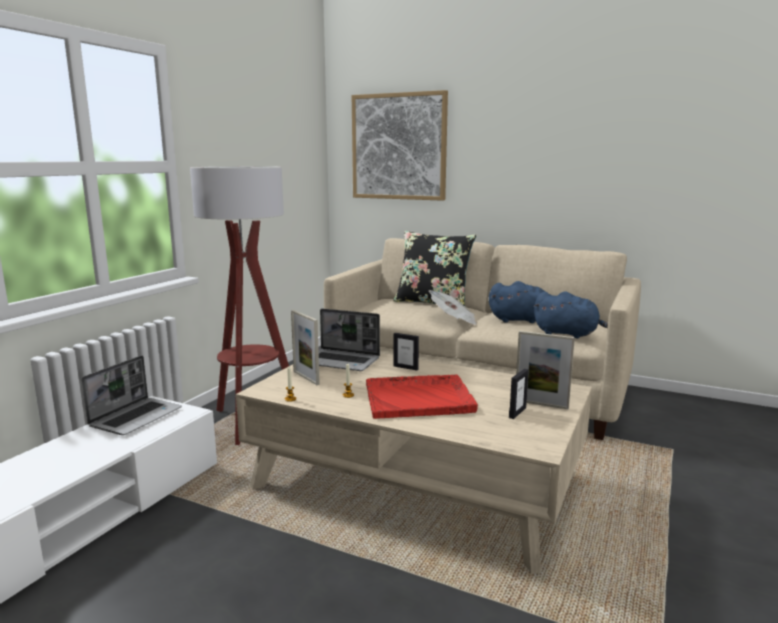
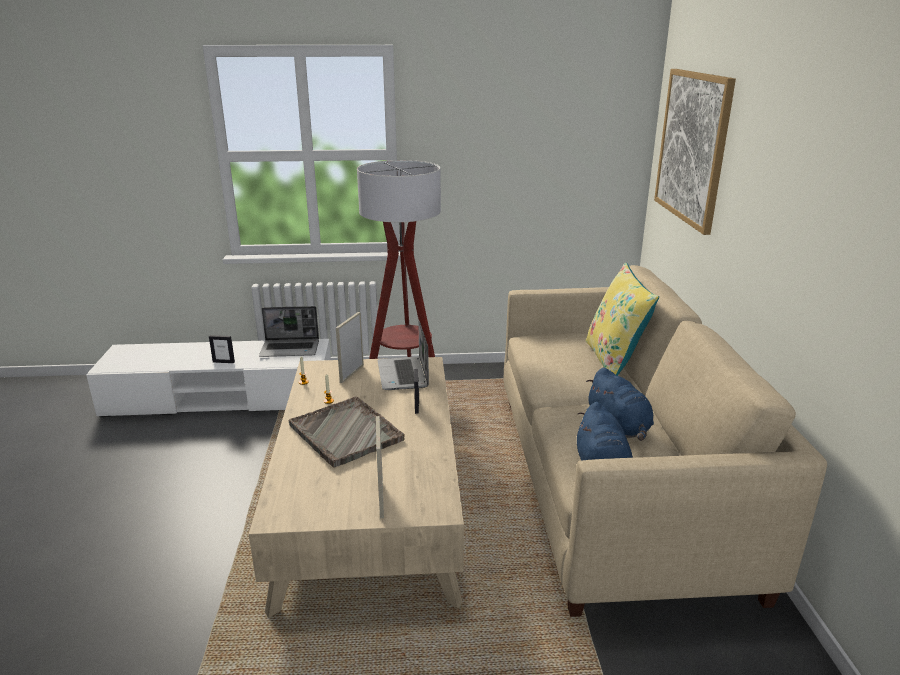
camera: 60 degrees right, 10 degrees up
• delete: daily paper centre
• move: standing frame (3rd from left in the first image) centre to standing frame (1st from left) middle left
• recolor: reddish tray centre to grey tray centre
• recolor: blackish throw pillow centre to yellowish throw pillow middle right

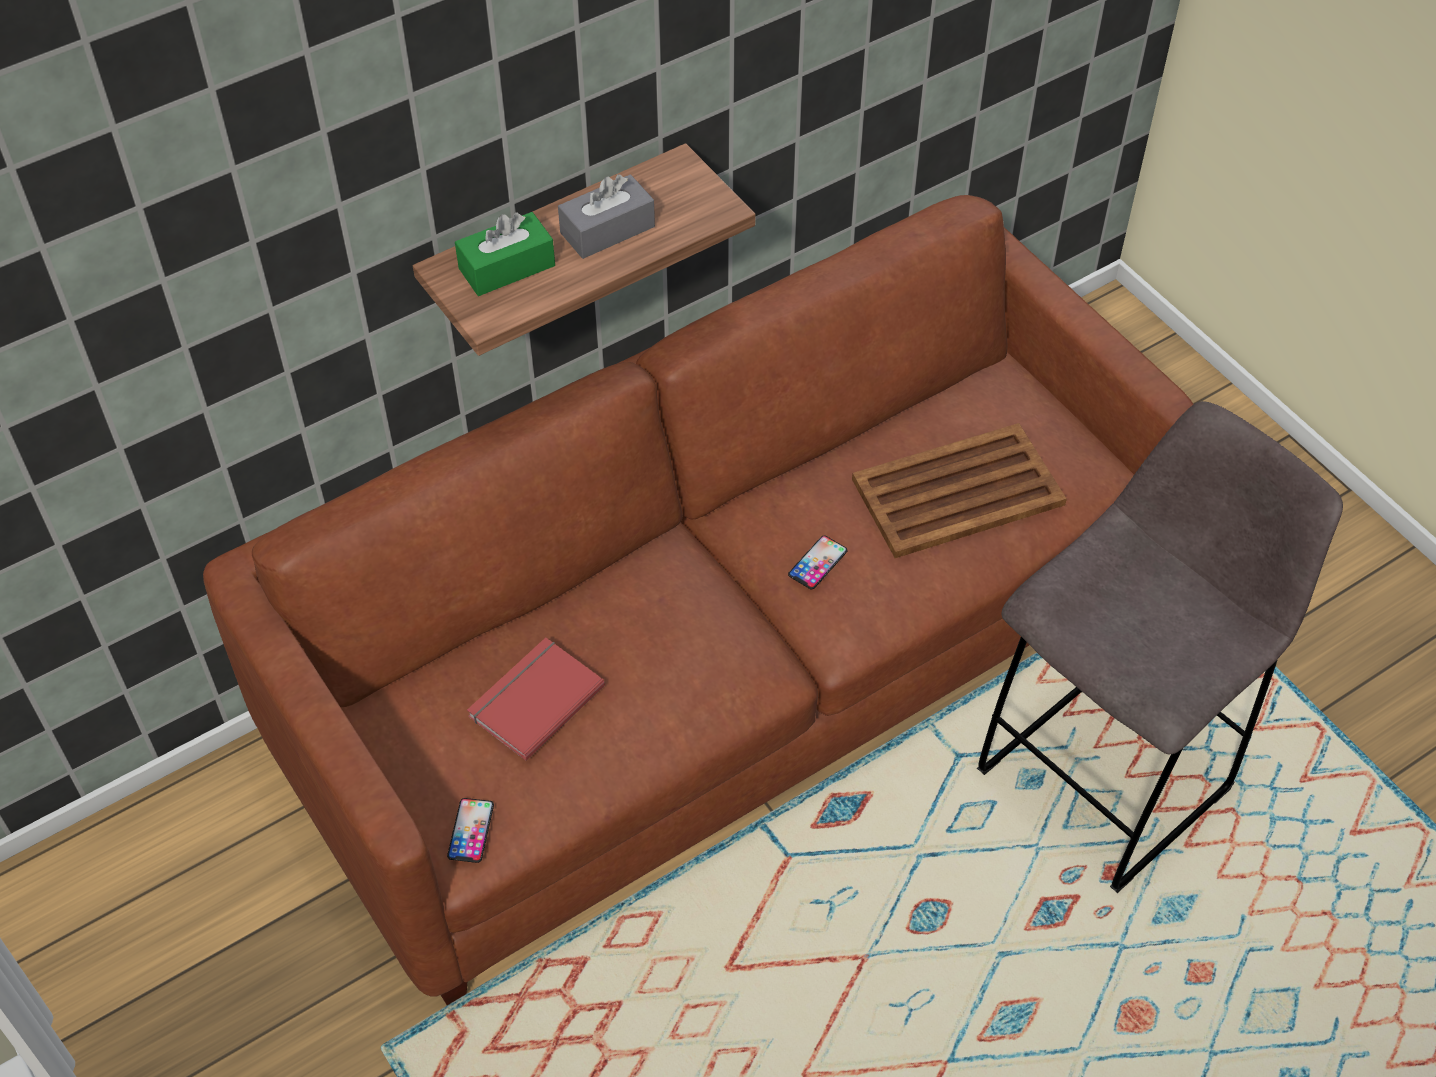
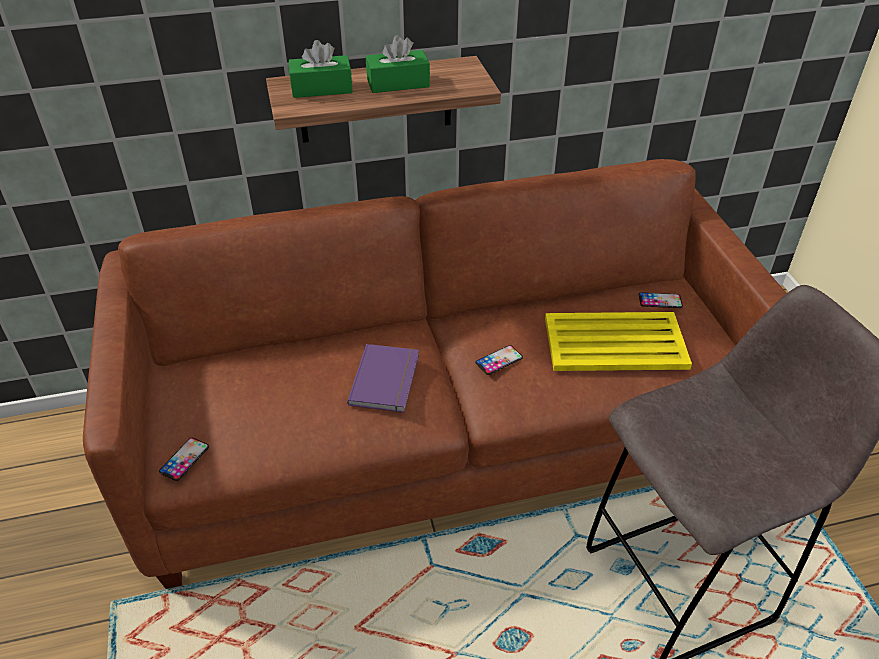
camera: 20 degrees right, 10 degrees down
• delete: reddish bound book centre
• insert: purple-coloured bound book centre
• insert: handset (3rd from left) middle right
• recolor: grey tissue holder top centre to greenish tissue holder (2nd from left) top centre
• recolor: brown tray middle right to yellowish tray middle right

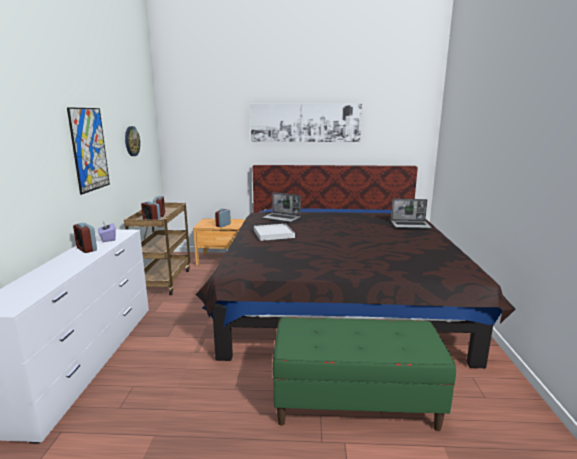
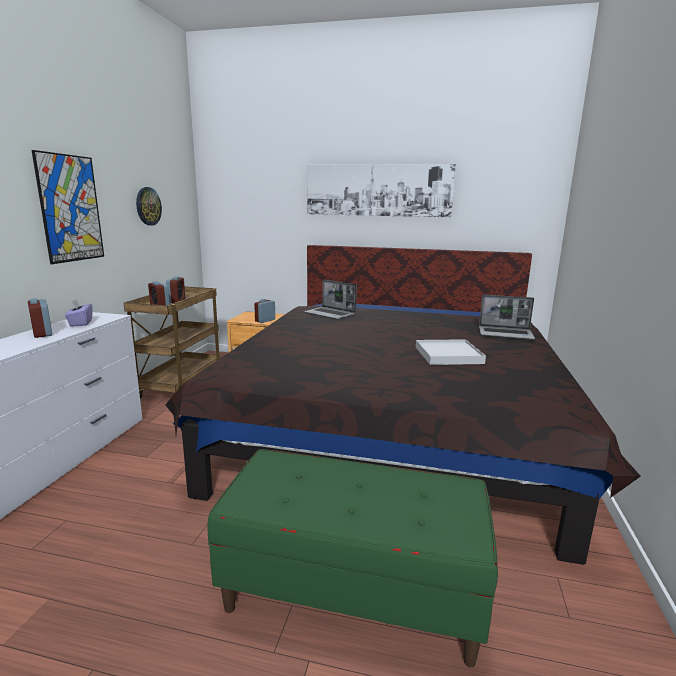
camera: 10 degrees right, 0 degrees up
• move: whitish tray centre to middle right

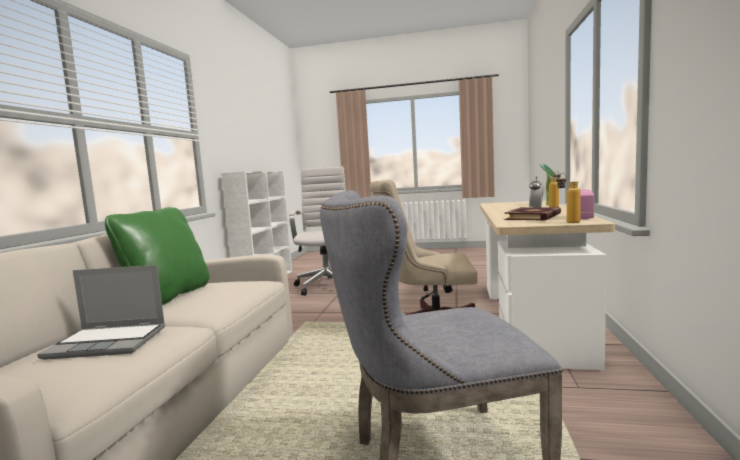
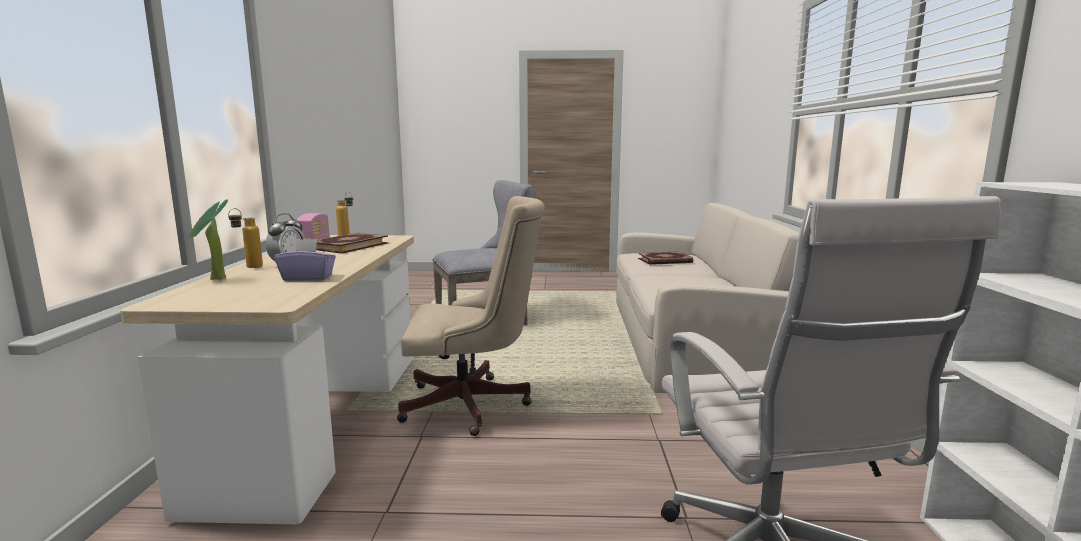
camera: 170 degrees right, 5 degrees up
• delete: greenish throw pillow middle left
• insert: purple-coloured tissue holder middle left
• replace: notebook computer bottom left to bound book (2nd from left) centre

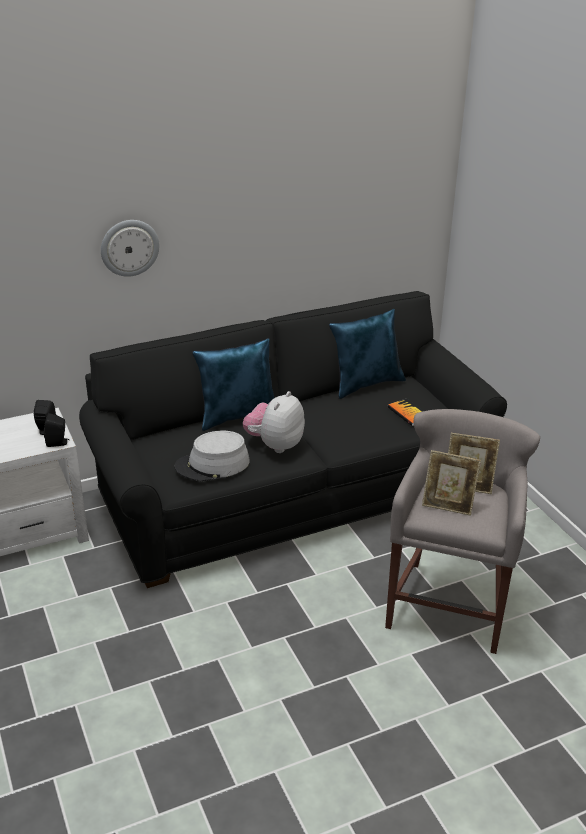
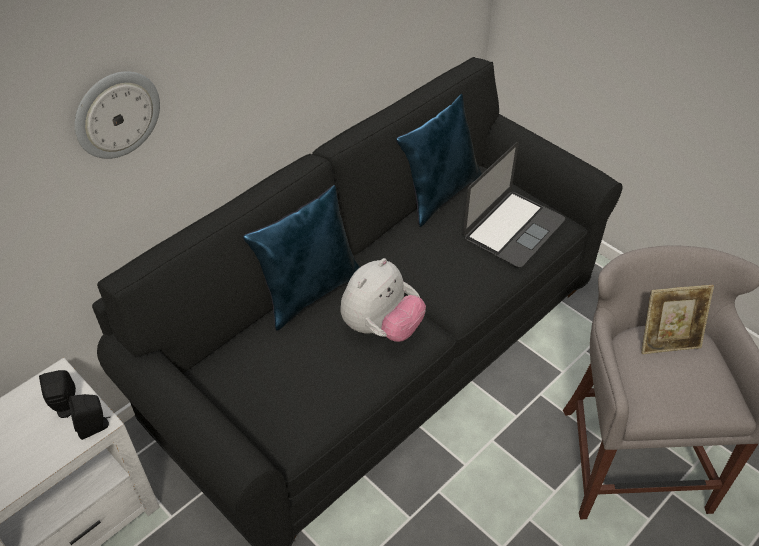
camera: 20 degrees left, 15 degrees up
• delete: grey wearable hat centre
• delete: standing frame (1st from left) middle right
• replace: bound book middle right to notebook computer middle right
• rotate: plush toy centre = centre 150 degrees counterclockwise

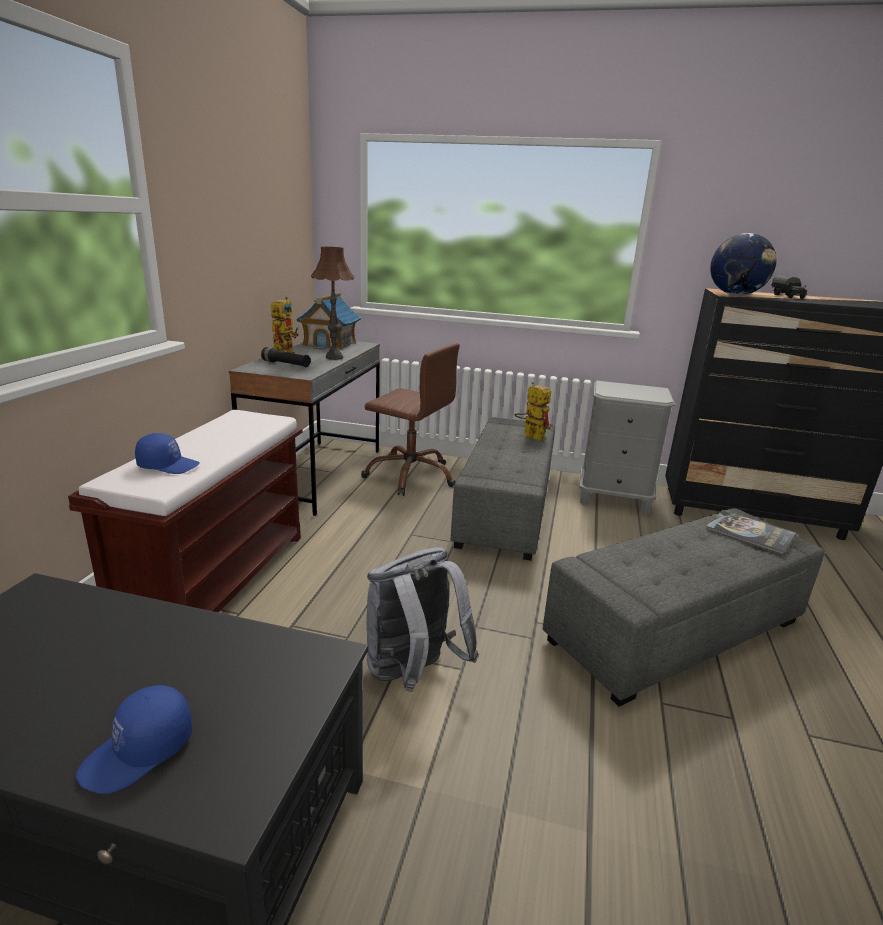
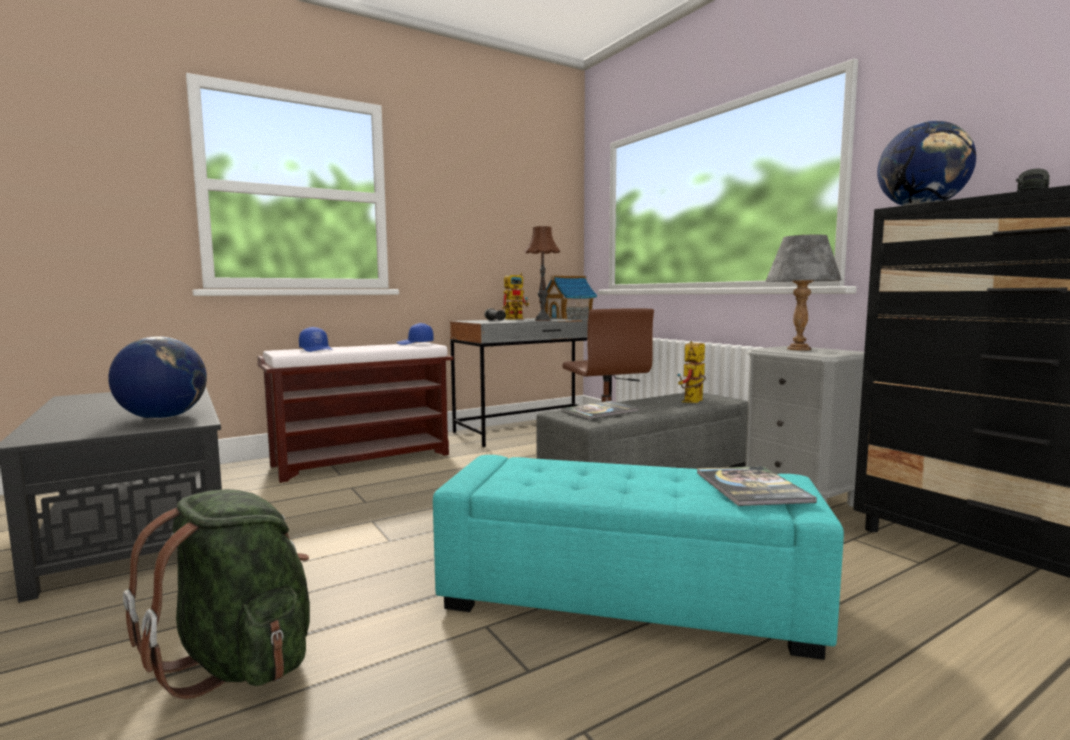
camera: 45 degrees right, 15 degrees down
• delete: grey knapsack bottom centre
• insert: desk globe (1st from left) middle left
• insert: greenish knapsack bottom left
• insert: bound book (1st from left) centre
• insert: grey lamp for a table middle right
• move: blue-coloured baseball cap (1st from left in the first image) bottom left to blue-coloured baseball cap (2nd from left) centre
• recolor: grey ottoman (2nd from left) middle right to blue-green ottoman bottom centre
• rotate: toy robot (2nd from left) centre = centre 150 degrees counterclockwise

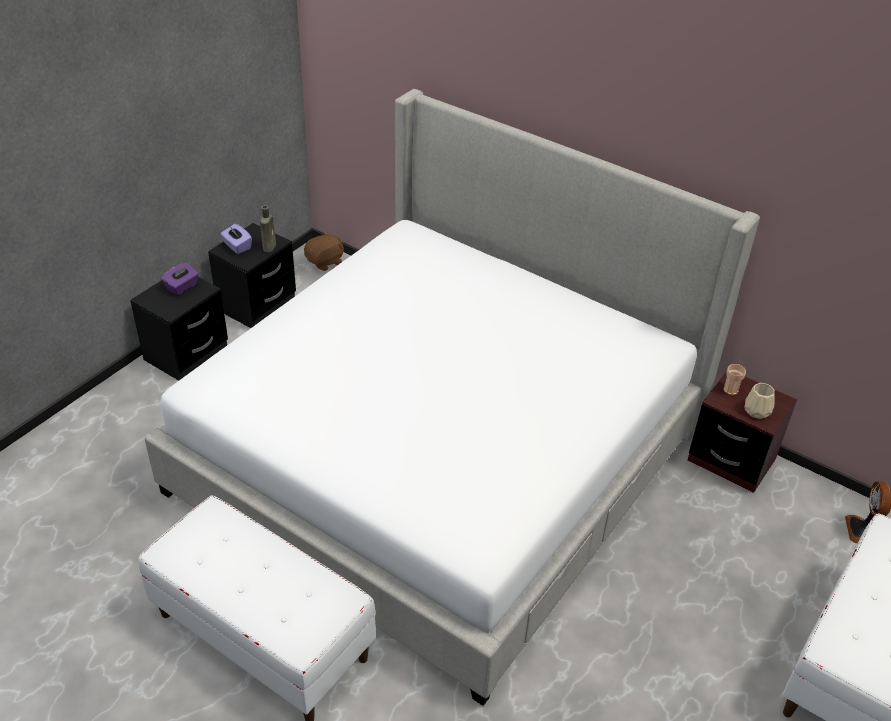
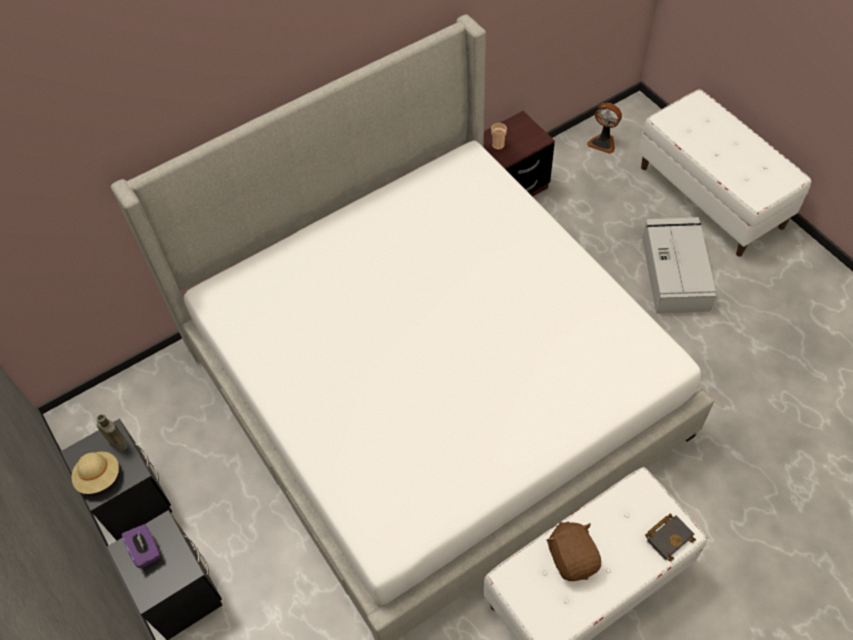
camera: 65 degrees left, 15 degrees up
• delete: beige flower vase middle right
• insert: grey storage container middle right
• insert: blackish bound book bottom right
• move: brown plush toy centre to bottom right
• replace: purple-coloured tissue holder (2nd from left) top left to beige wearable hat bottom left

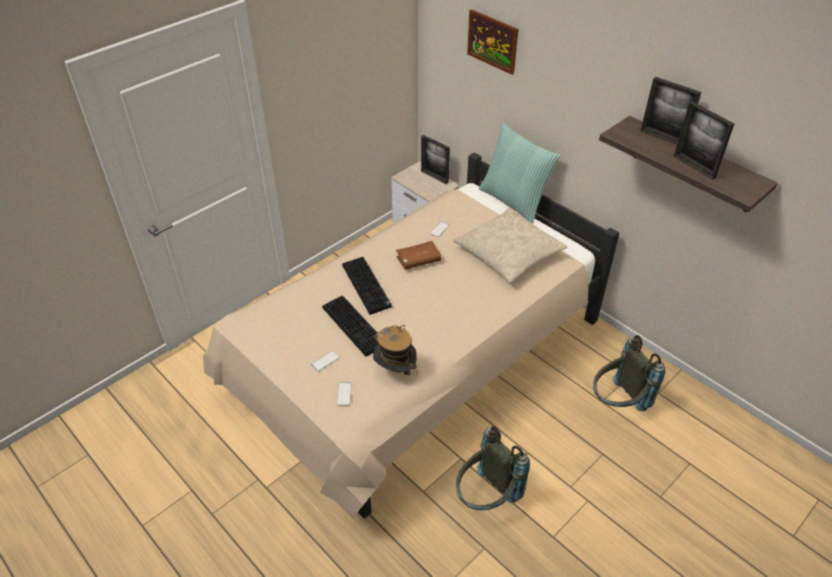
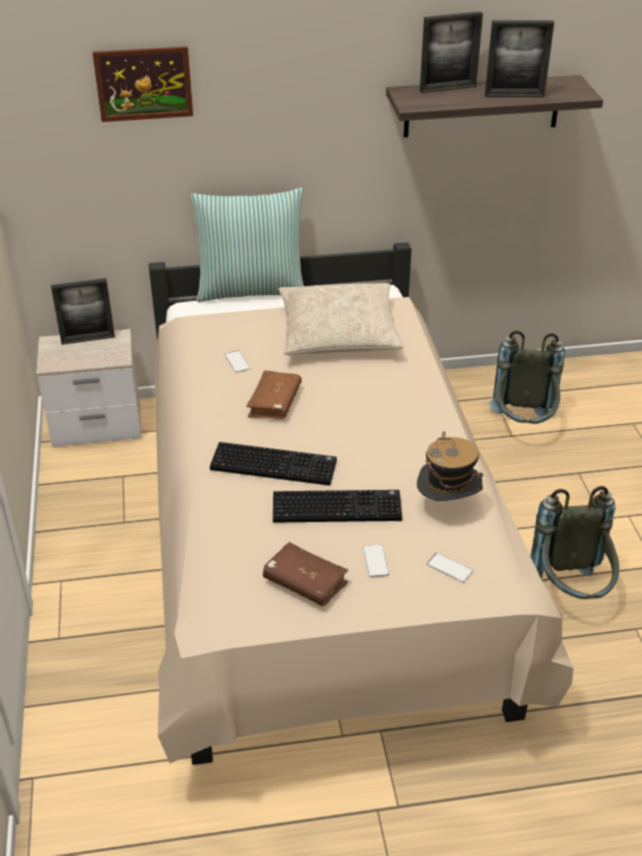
camera: 55 degrees left, 5 degrees down
• insert: brown bound book (2nd from left) bottom centre

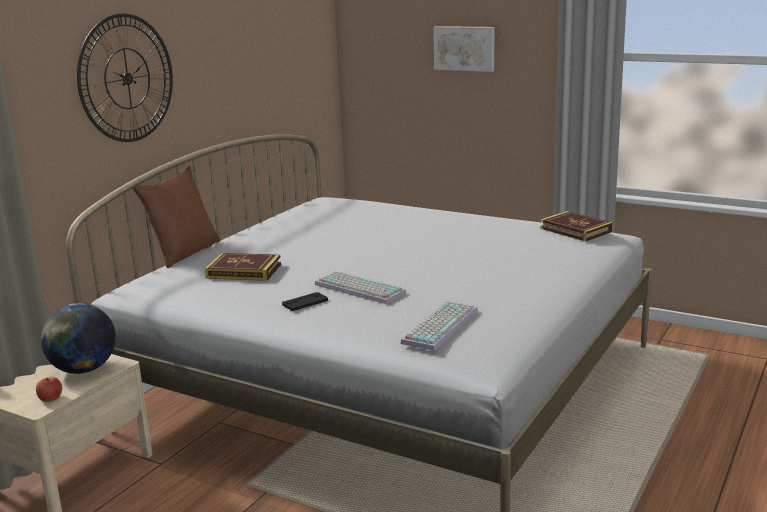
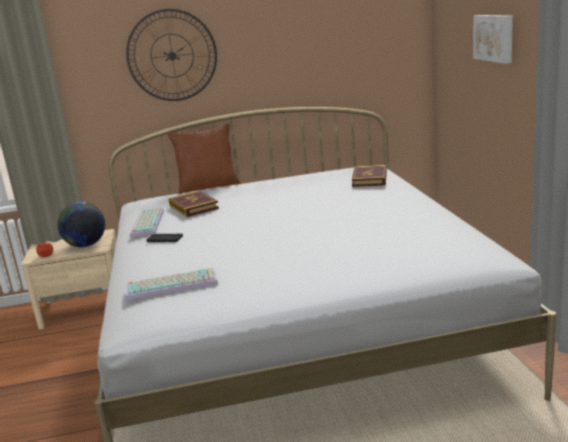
camera: 50 degrees right, 0 degrees up
• move: PC keyboard (1st from left) centre to middle left
• move: bound book (2nd from left) middle right to centre

